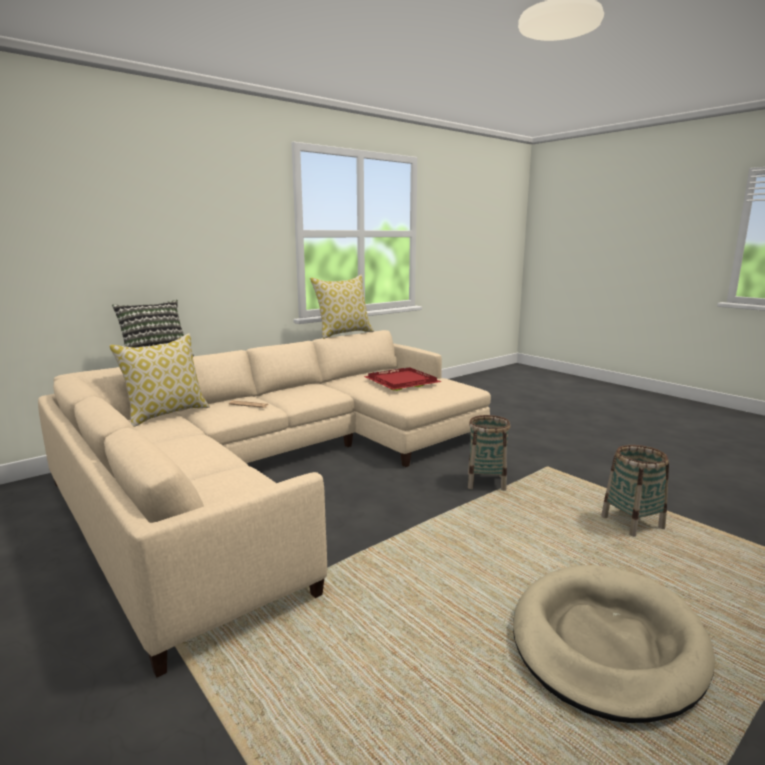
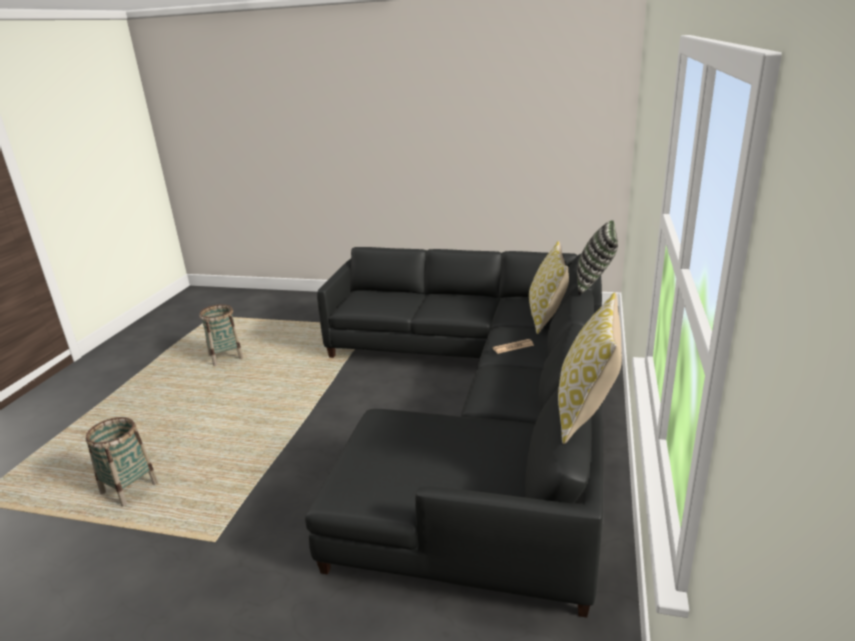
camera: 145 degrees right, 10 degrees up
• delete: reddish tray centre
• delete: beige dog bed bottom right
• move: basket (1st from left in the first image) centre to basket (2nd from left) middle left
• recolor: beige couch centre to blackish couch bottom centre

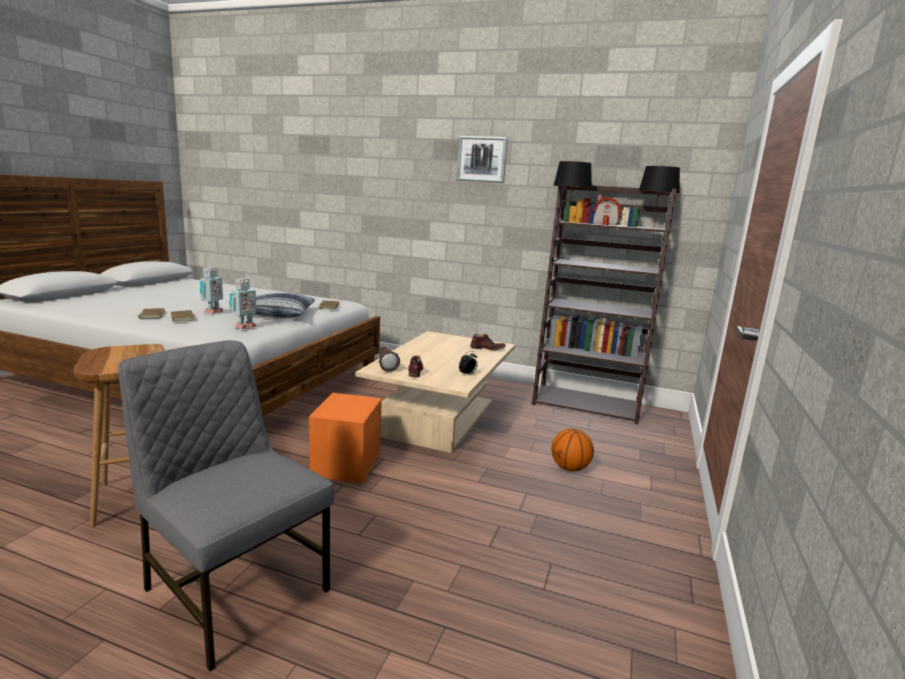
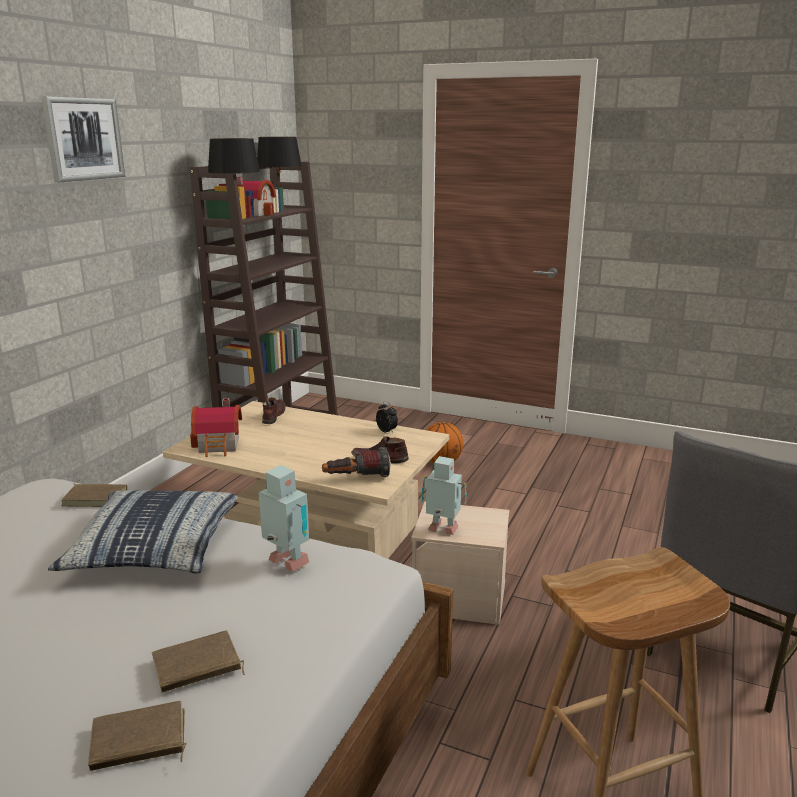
camera: 85 degrees left, 5 degrees up
• insert: toy house (1st from left) middle left
• move: toy robot (1st from left in the first image) middle left to toy robot (2nd from left) centre
• recolor: orange-coloured storage container centre to beige storage container bottom centre

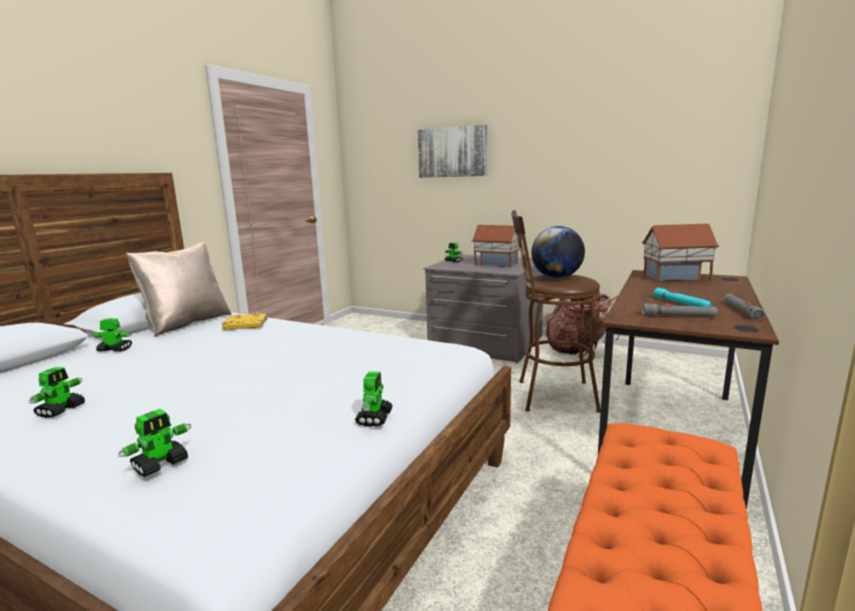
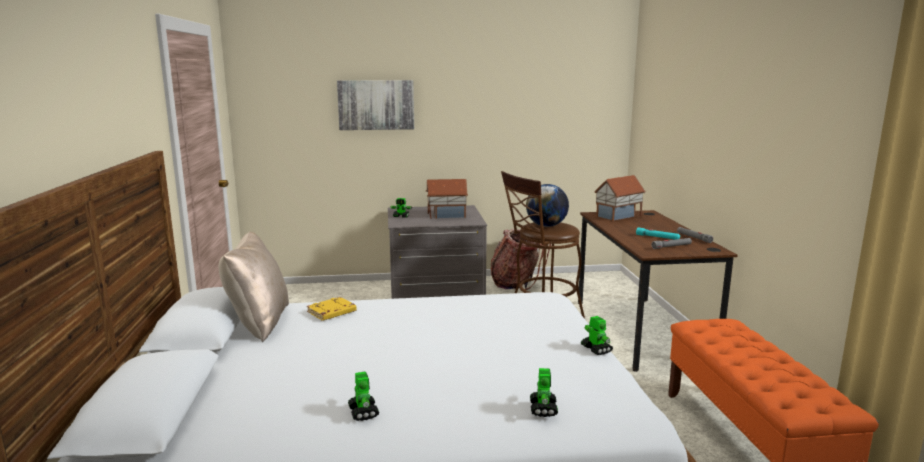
camera: 35 degrees left, 0 degrees up
• delete: toy robot (2nd from left) middle left

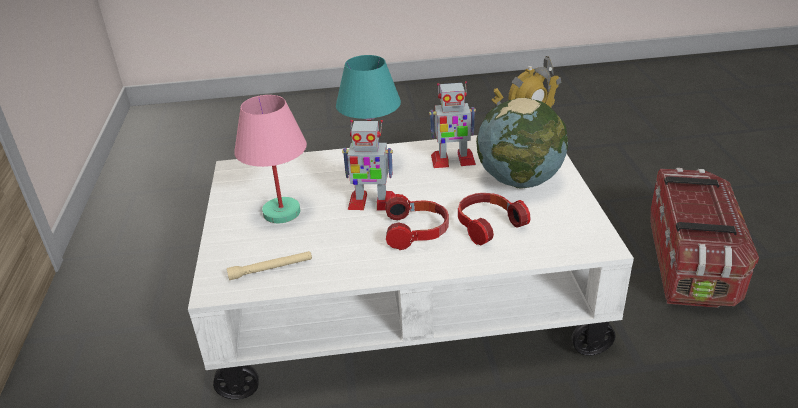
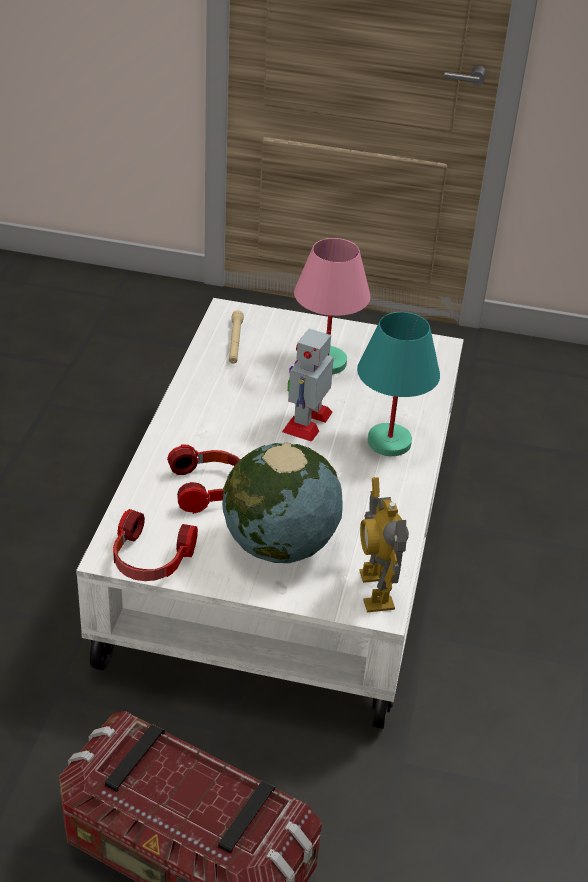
camera: 105 degrees right, 5 degrees up
• delete: toy robot (2nd from left) top centre
• move: headset (1st from left) centre to middle left

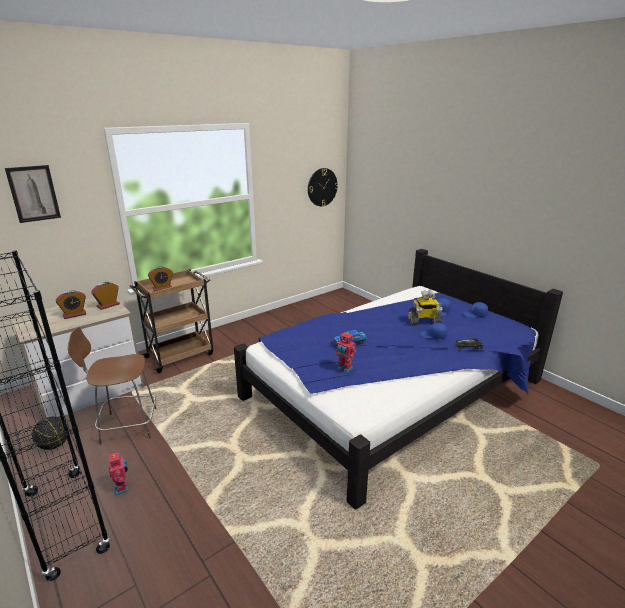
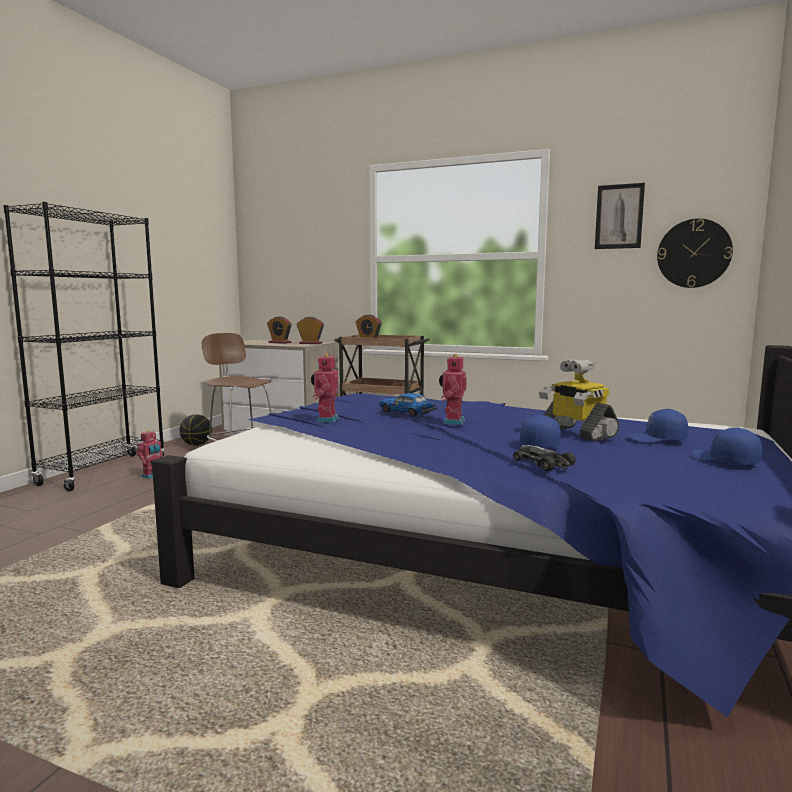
camera: 60 degrees right, 15 degrees down
• insert: toy robot (3rd from left) centre
• move: wall art top left to top right

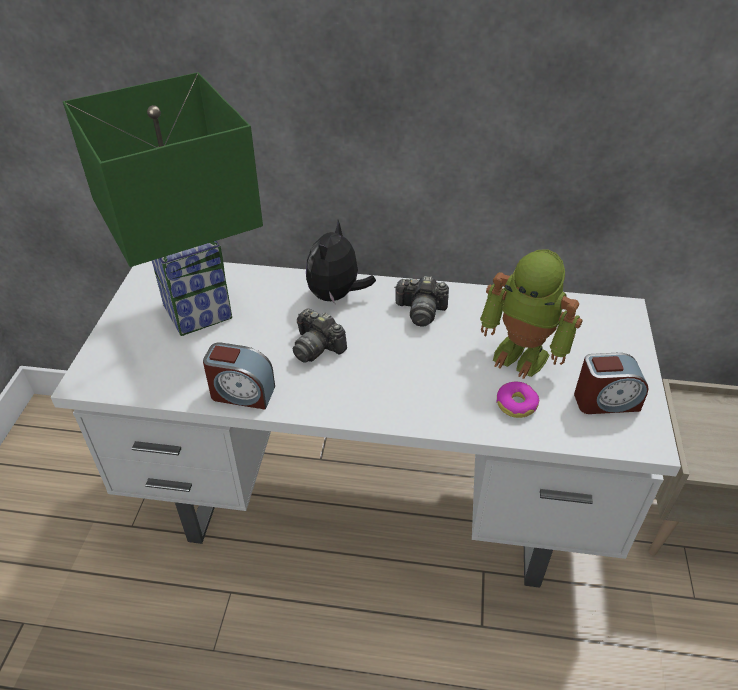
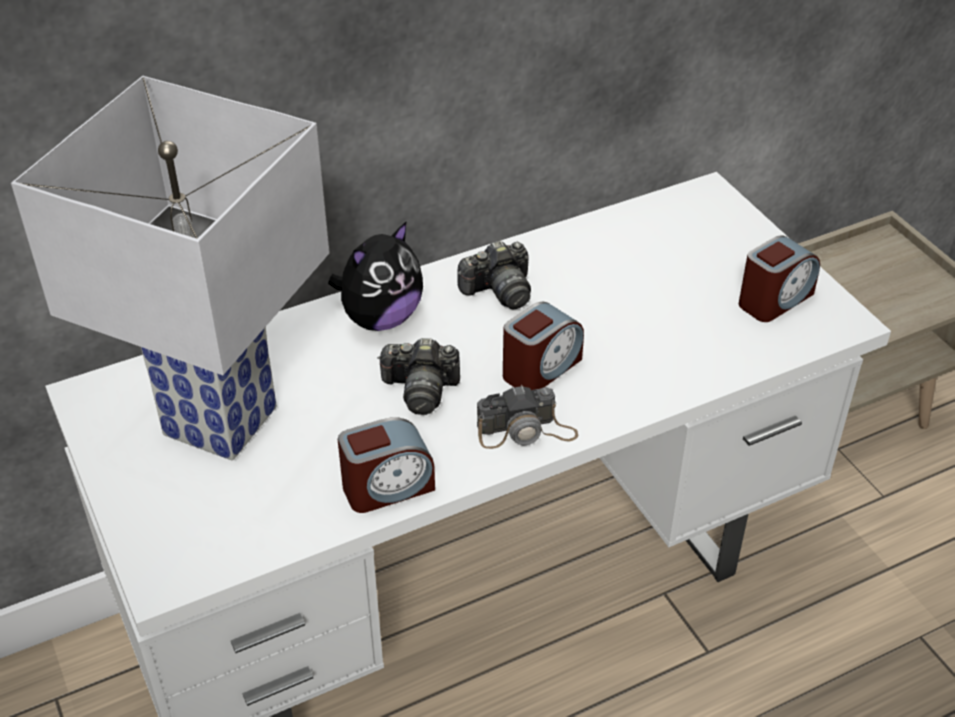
camera: 35 degrees left, 0 degrees up
• delete: toy robot middle right
• delete: doughnut middle right
• insert: photo camera (3rd from left) centre
• insert: bedside clock (2nd from left) centre
• recolor: greenish lamp for a table top left to whitish lamp for a table middle left
• rotate: plush toy centre = centre 120 degrees counterclockwise

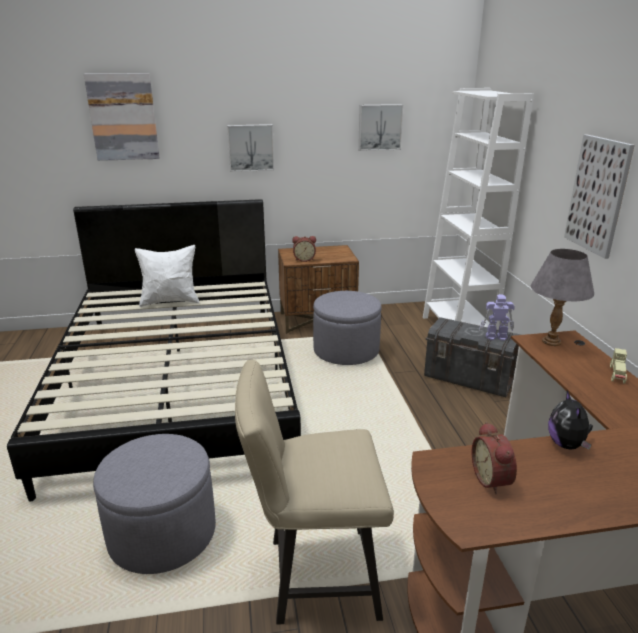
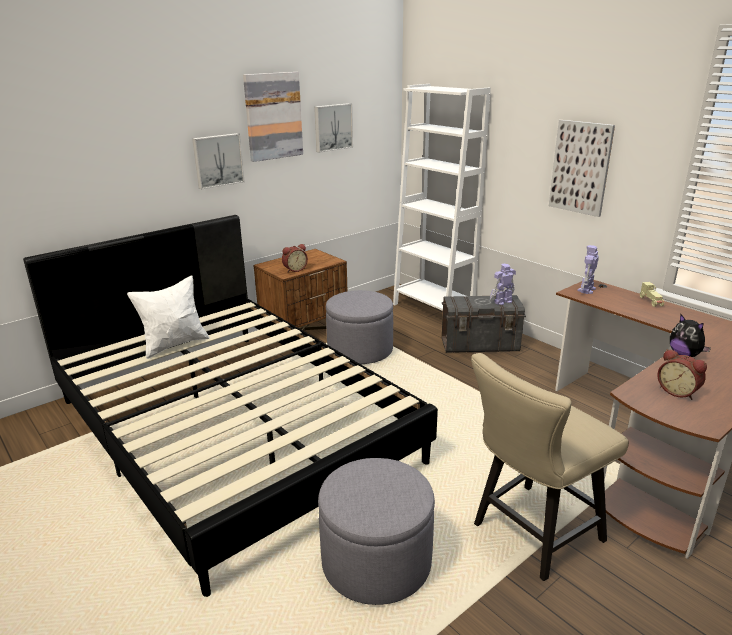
camera: 30 degrees left, 0 degrees up
• move: wall art (1st from left in the first image) top left to wall art (2nd from left) top centre
• replace: grey lamp for a table middle right to toy robot (2nd from left) middle right

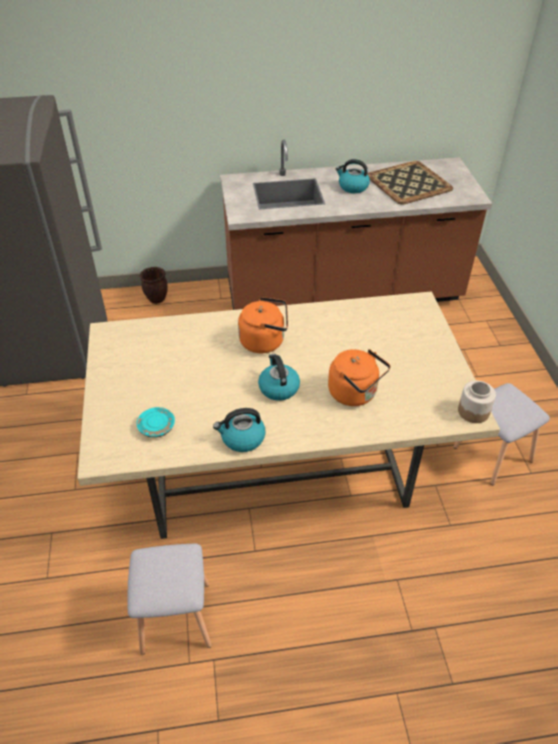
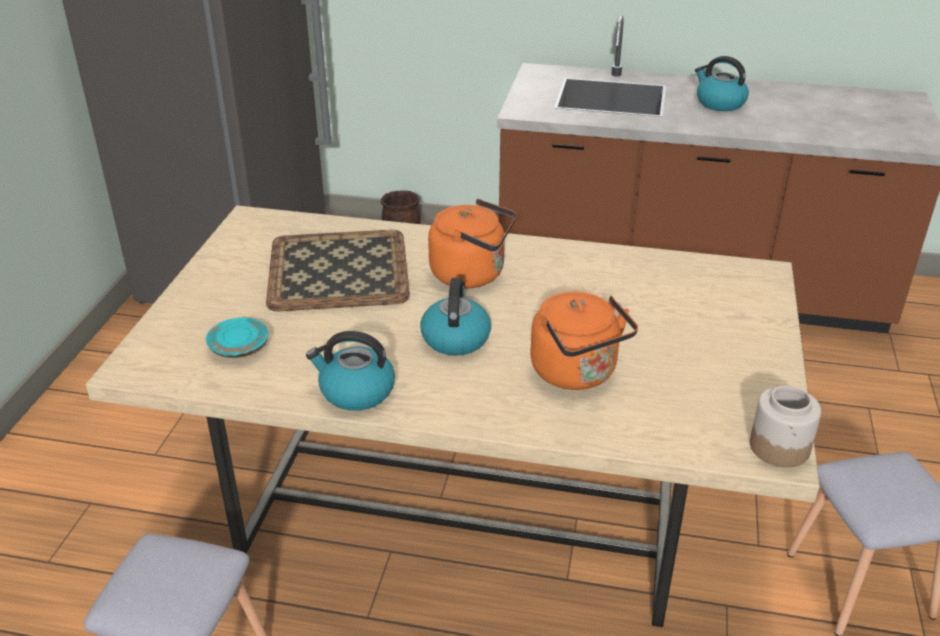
camera: 20 degrees right, 10 degrees down
• move: tray top right to centre

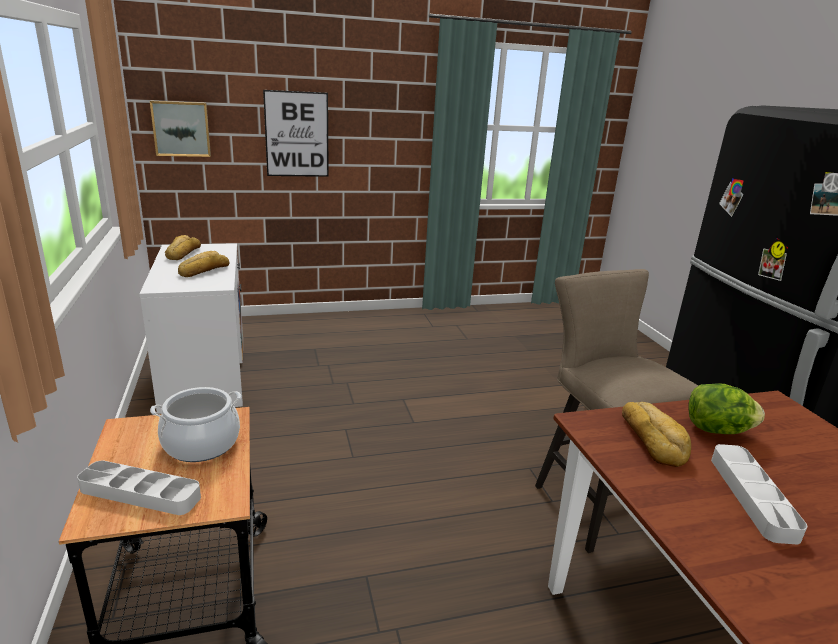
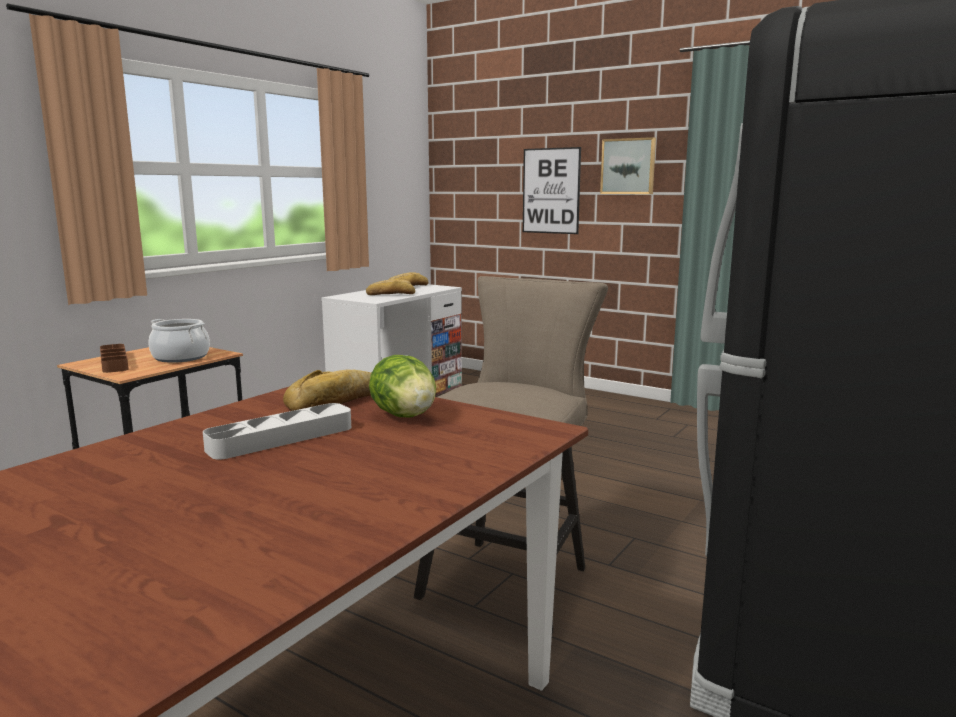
camera: 50 degrees right, 10 degrees down
• move: wall art (1st from left in the first image) top left to wall art (2nd from left) top centre
• recolor: grey tray (1st from left) bottom left to brown tray middle left

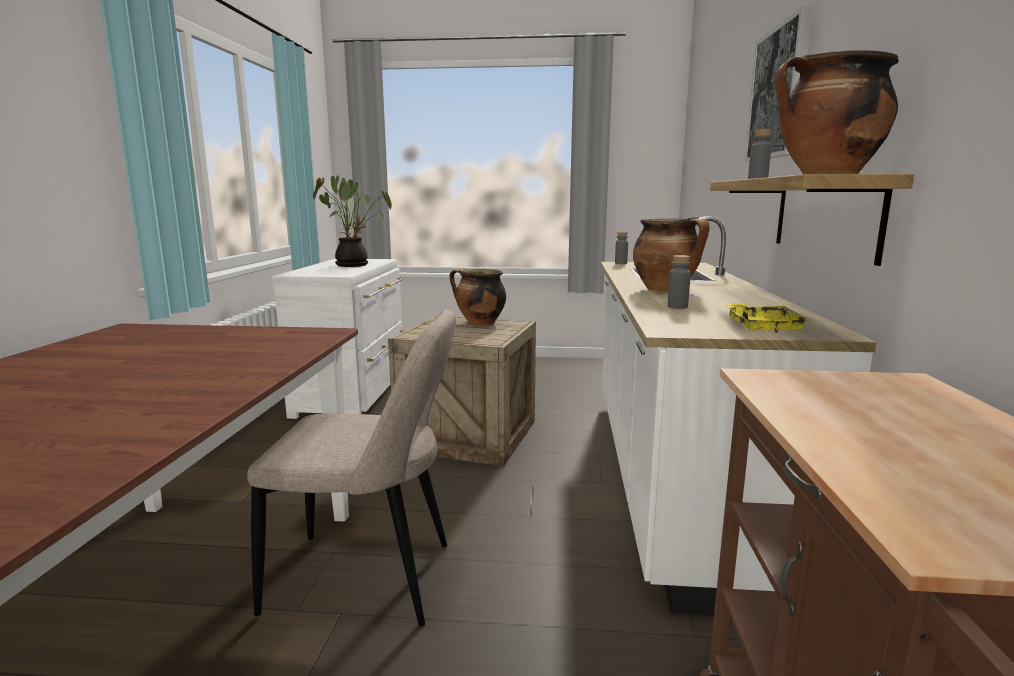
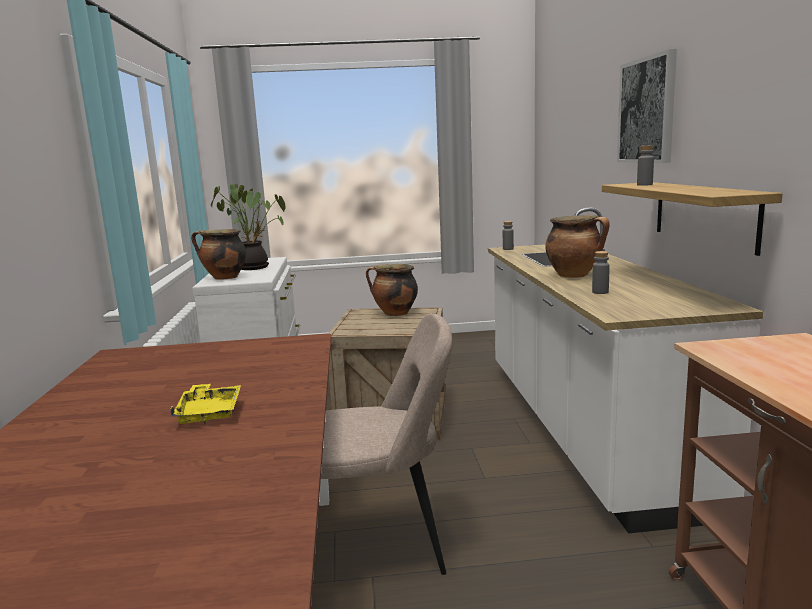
camera: 10 degrees left, 0 degrees up
• move: yellowish tray middle right to middle left
• move: stockpot (3rd from left in the first image) top right to stockpot (1st from left) middle left

